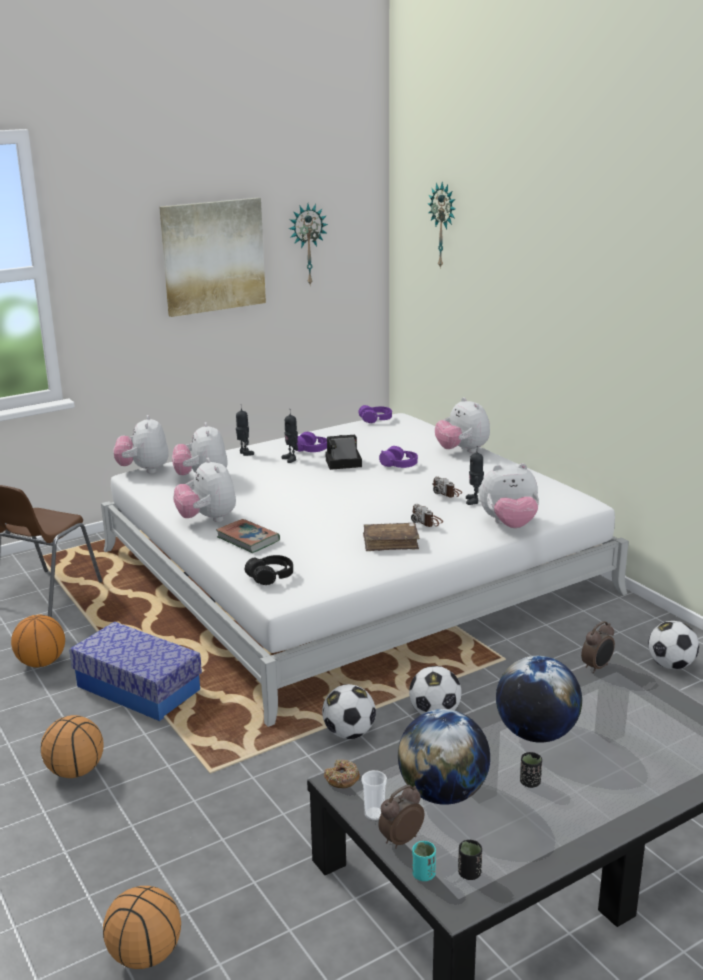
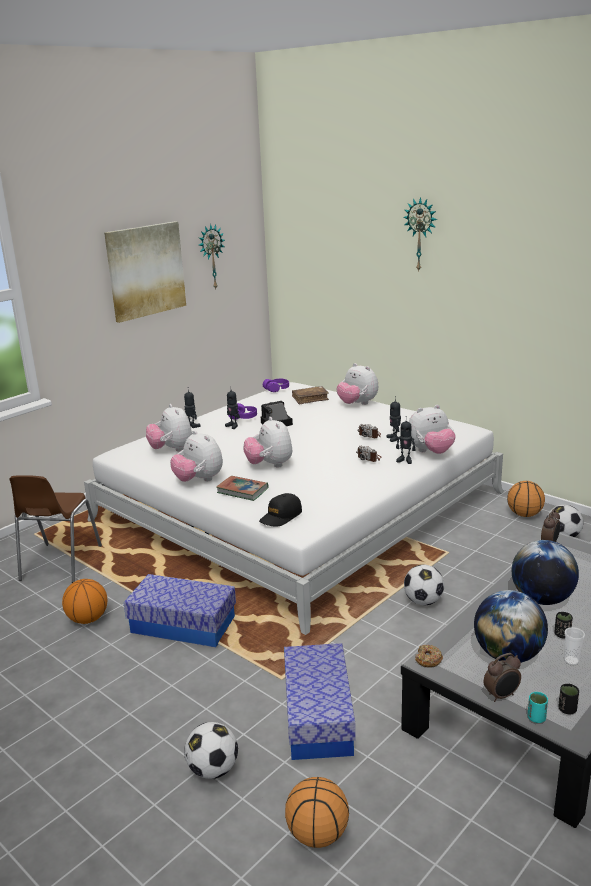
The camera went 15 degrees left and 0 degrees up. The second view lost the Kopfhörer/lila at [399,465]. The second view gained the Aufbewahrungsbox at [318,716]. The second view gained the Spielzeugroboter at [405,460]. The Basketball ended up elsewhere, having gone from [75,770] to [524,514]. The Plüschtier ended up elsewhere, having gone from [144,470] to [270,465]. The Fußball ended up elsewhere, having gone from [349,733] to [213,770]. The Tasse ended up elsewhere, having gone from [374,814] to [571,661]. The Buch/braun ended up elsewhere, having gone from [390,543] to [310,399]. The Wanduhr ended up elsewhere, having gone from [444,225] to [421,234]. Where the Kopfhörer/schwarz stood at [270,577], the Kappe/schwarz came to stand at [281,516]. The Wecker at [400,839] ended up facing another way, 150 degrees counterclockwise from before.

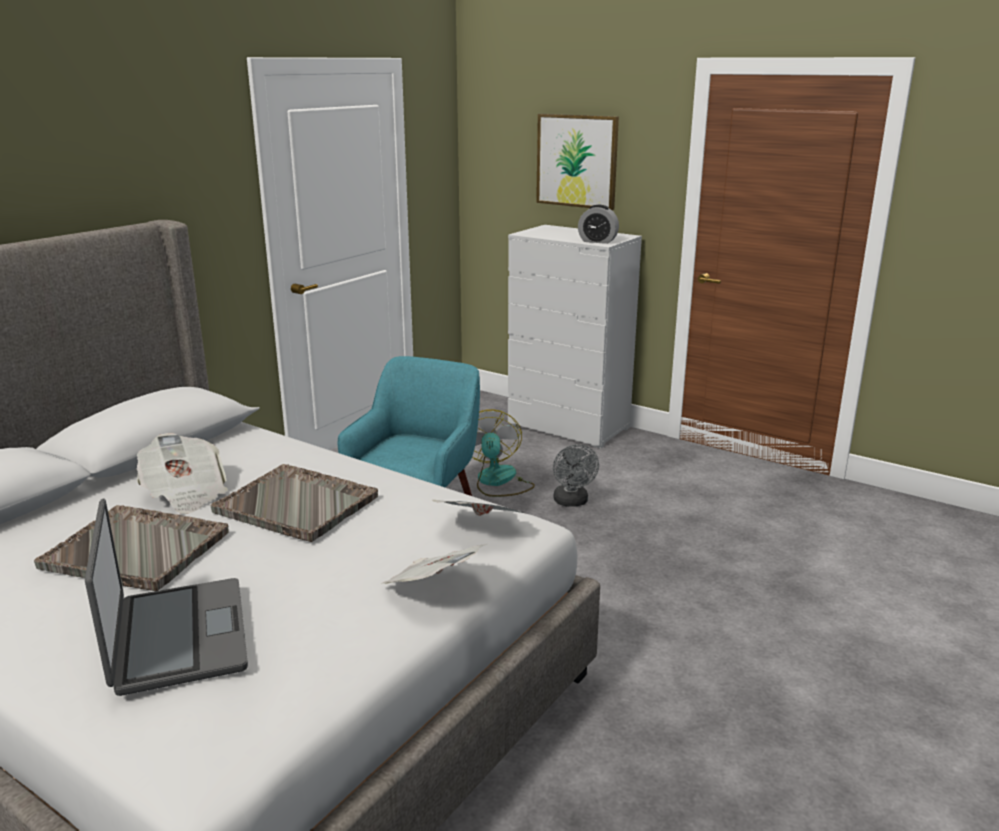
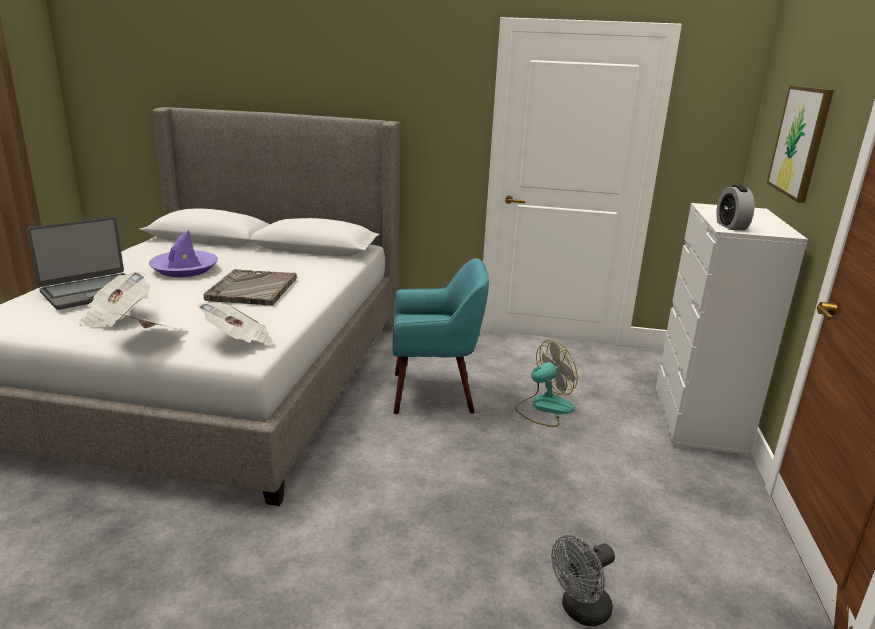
The camera went 65 degrees right and 0 degrees up. The Zeitung ended up elsewhere, having gone from [185,494] to [116,317]. The Ventilator/grau ended up elsewhere, having gone from [572,502] to [580,611]. Where the Tablett/grau stood at [137,550], the Hut/lila came to stand at [184,269].

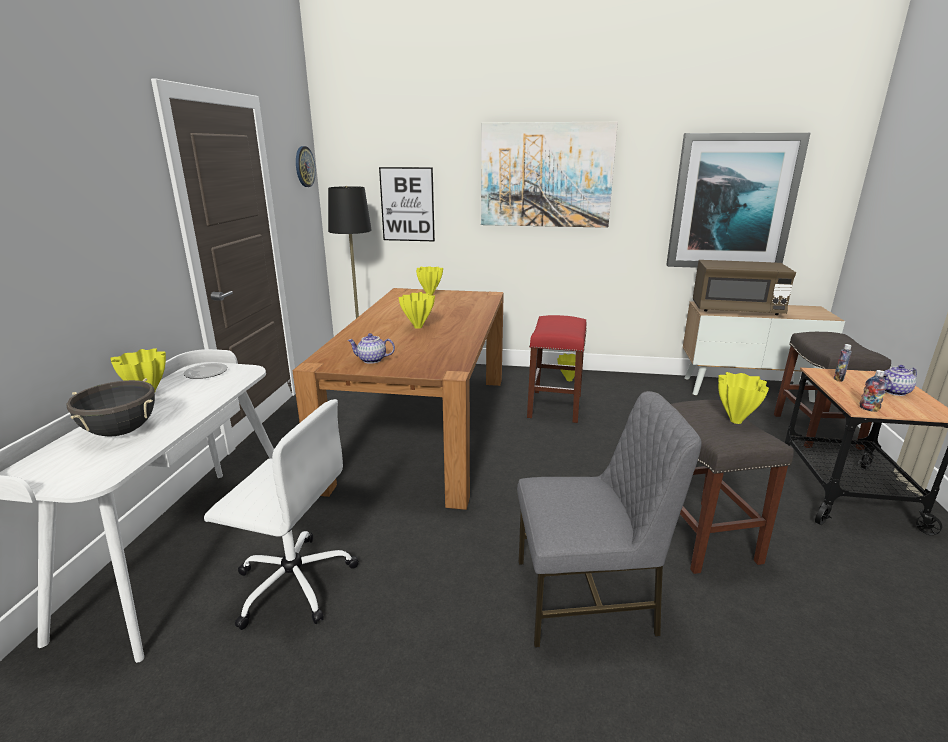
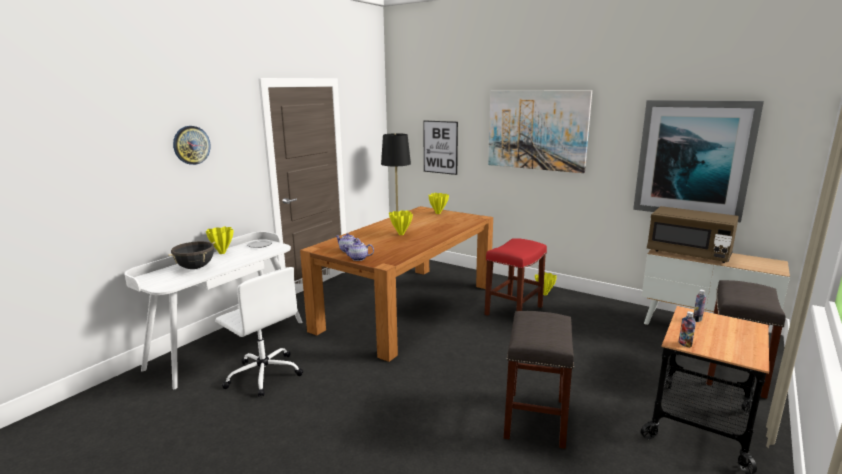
The camera went 25 degrees right and 5 degrees down. The second view lost the Stuhl/grau at [587,598]. The second view lost the Vase/gelb at [735,420]. The Wanduhr ended up elsewhere, having gone from [304,166] to [191,145]. The Teekanne ended up elsewhere, having gone from [894,392] to [358,259].

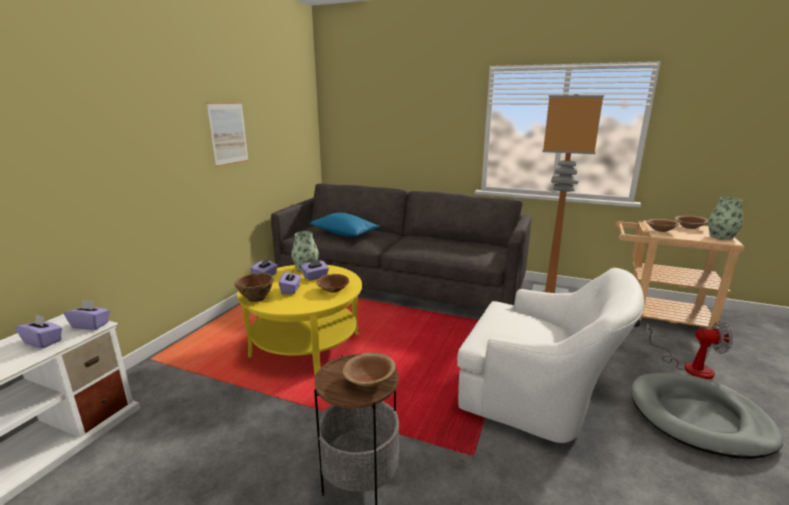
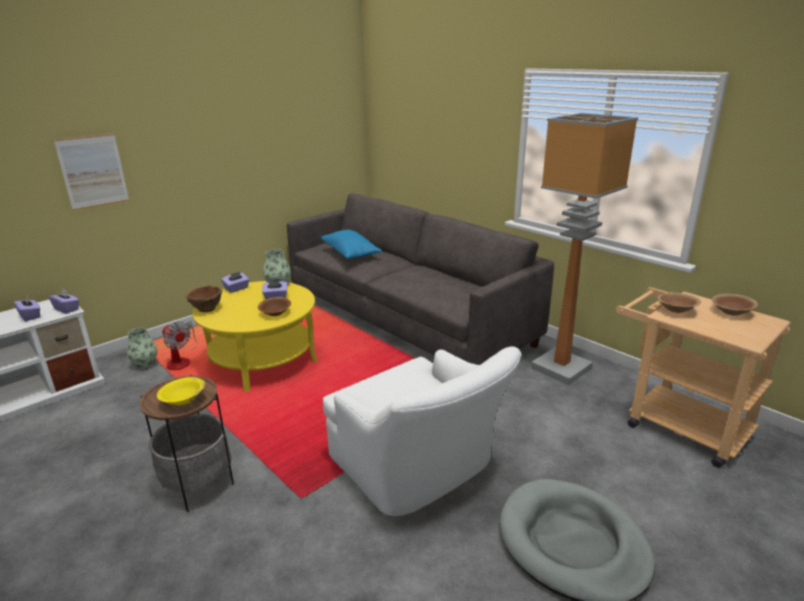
The camera went 25 degrees right and 5 degrees up. The second view lost the Taschentuchbox/lila at [291,290]. The Bild ended up elsewhere, having gone from [228,133] to [93,171]. The Ventilator ended up elsewhere, having gone from [689,366] to [181,360]. The Vase ended up elsewhere, having gone from [721,236] to [145,364]. What was the Schüssel/braun at [369,380] turned into the Schüssel/gelb at [183,400].

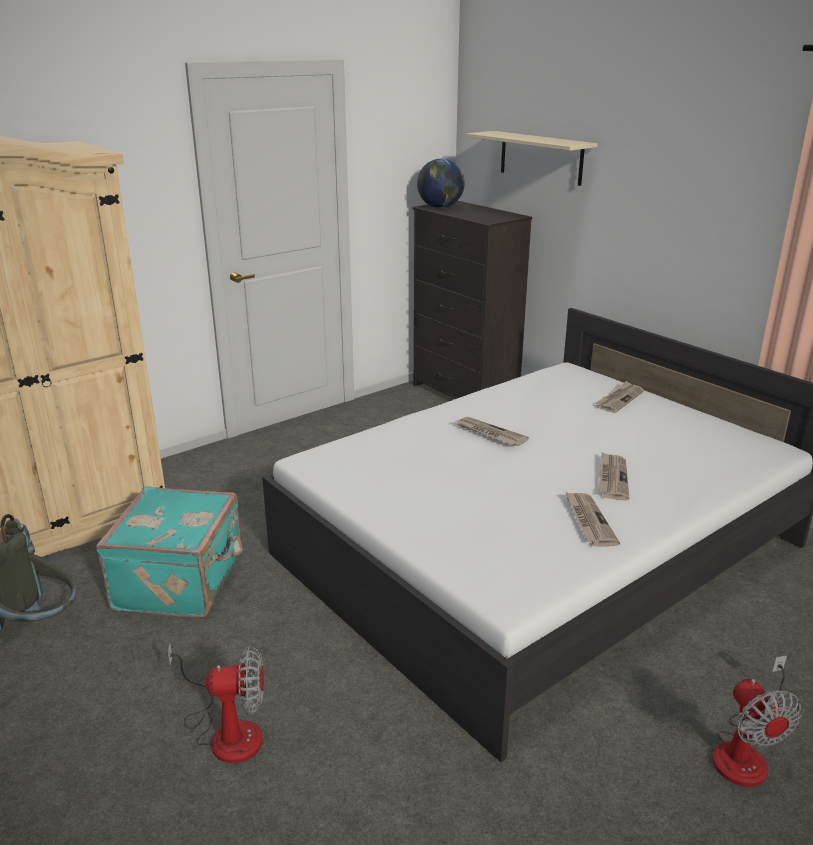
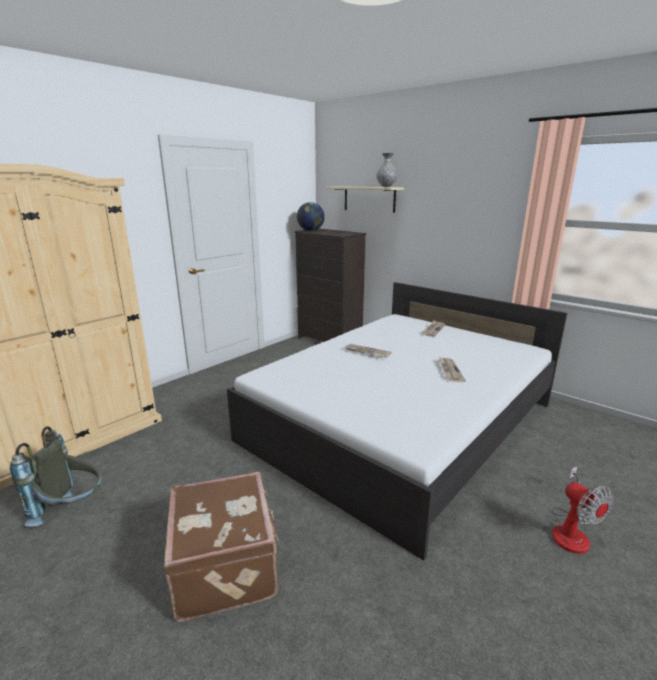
The camera went 10 degrees left and 5 degrees down. The second view lost the Koffer/türkis at [182,581]. The second view lost the Zeitung at [588,521]. The second view gained the Vase/grau at [386,187]. Where the Ventilator stood at [226,731], the Koffer/braun came to stand at [227,566].

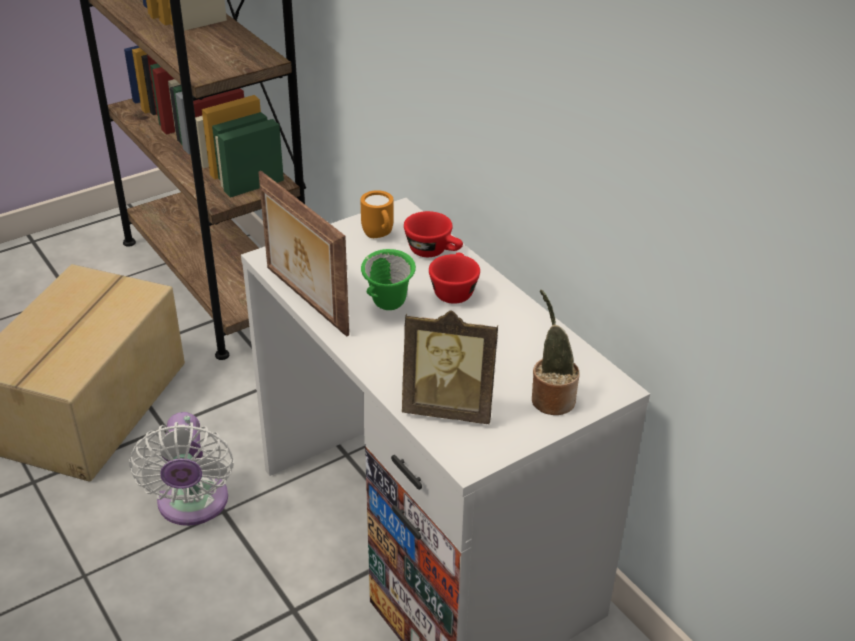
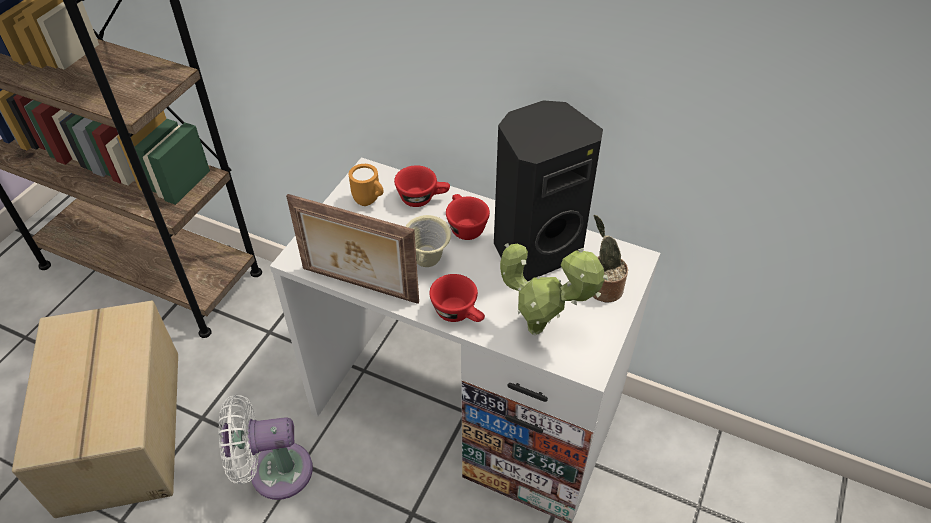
The camera went 30 degrees left and 10 degrees up. The second view gained the Tasse/rot at [459,314]. The second view gained the Lautsprecher/schwarz at [535,249]. Where the Bilderrahmen stood at [449,408], the Topfpflanze came to stand at [541,330]. What was the Henkelbecher/grün at [388,307] turned into the Henkelbecher/beige at [428,263]. The Ventilator/weiß at [192,505] ended up facing another way, 120 degrees clockwise from before.

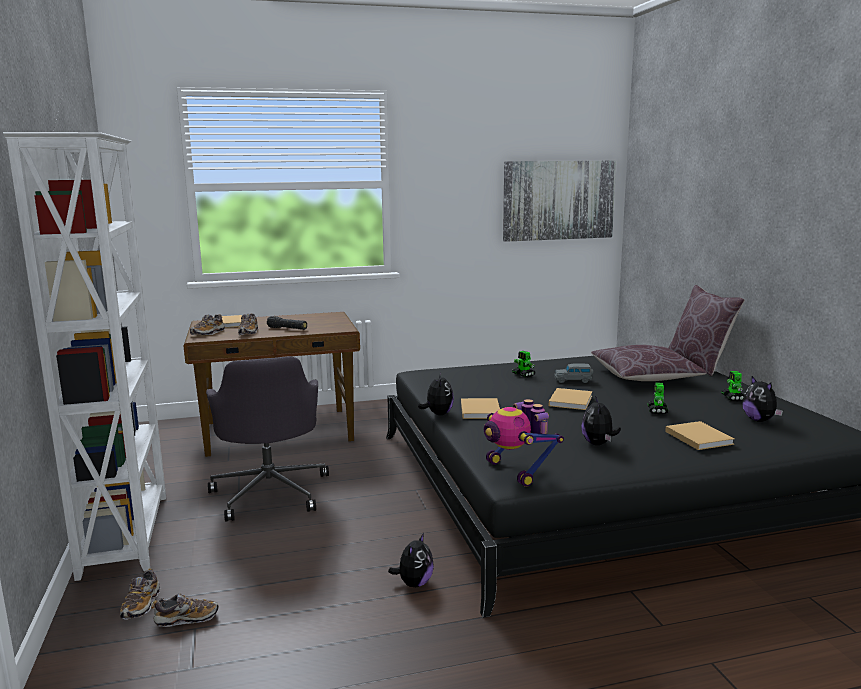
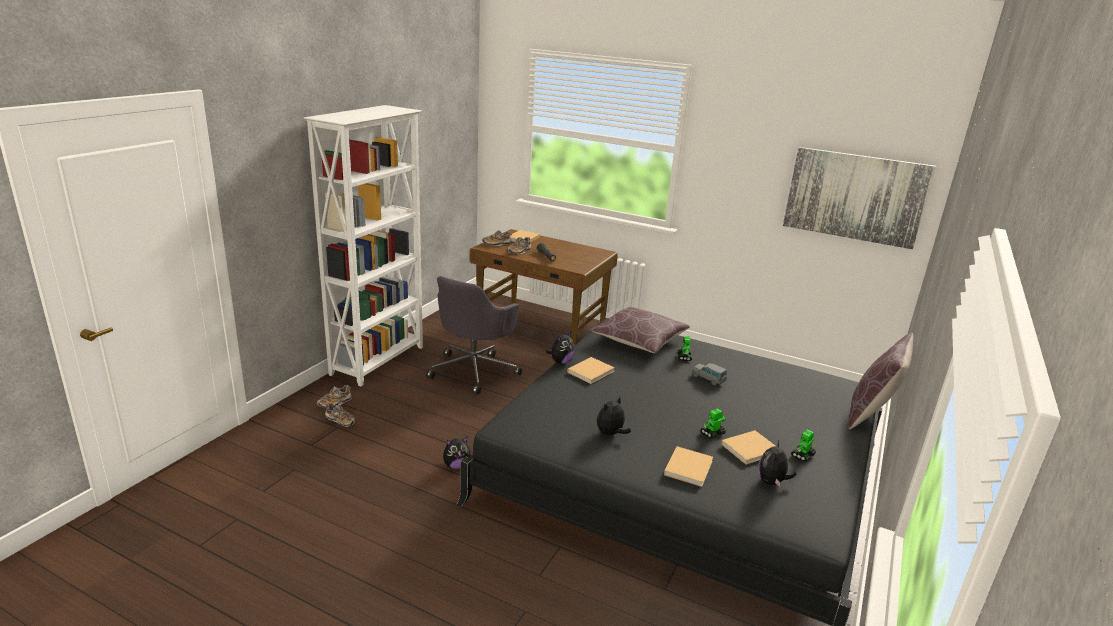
The camera went 40 degrees right and 10 degrees up. The second view lost the Spielzeugroboter at [517,471]. The Buch/beige ended up elsewhere, having gone from [571,400] to [751,448]. The Kissen/braun ended up elsewhere, having gone from [644,377] to [639,340].

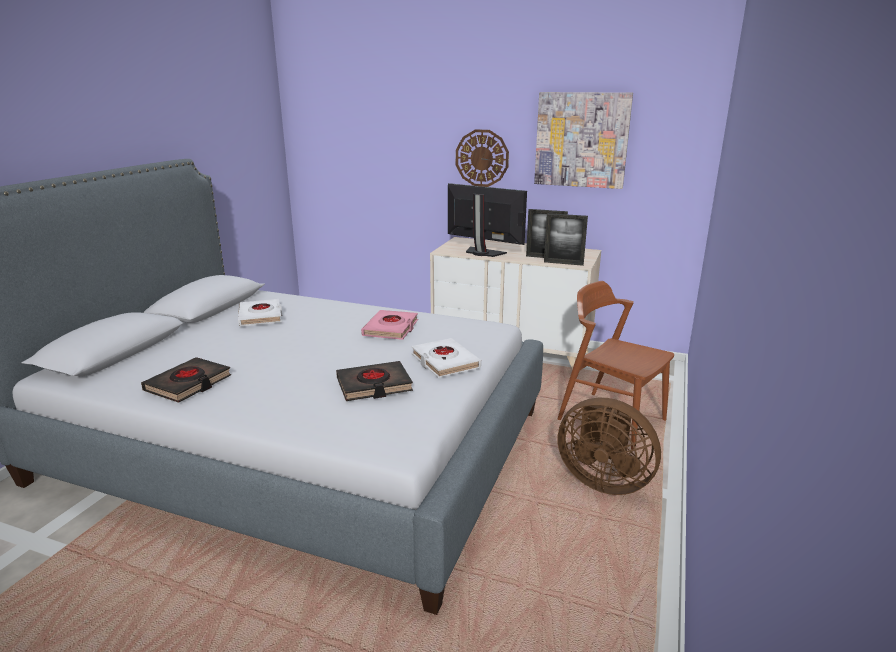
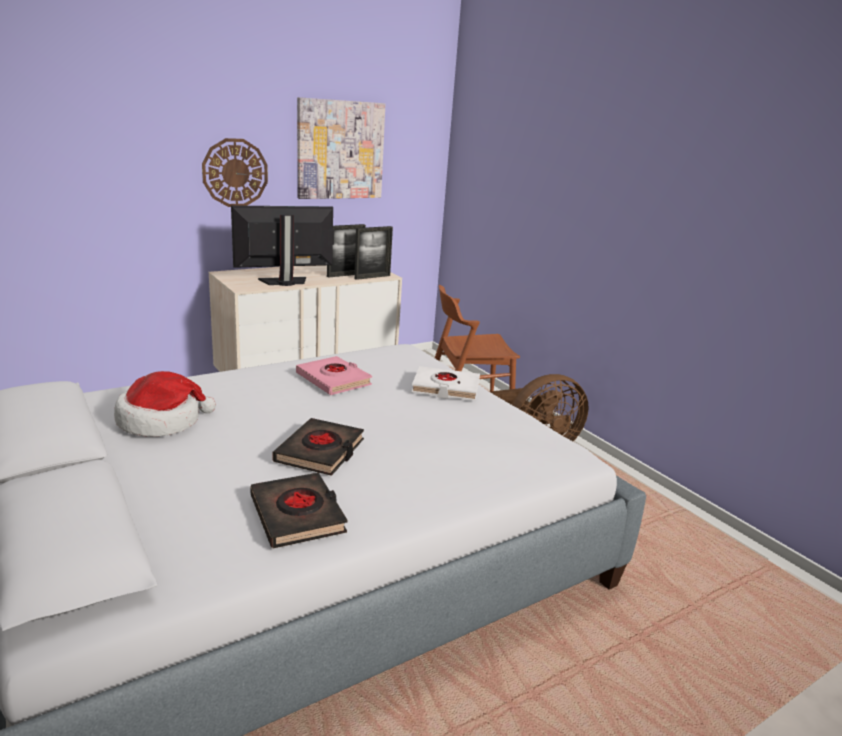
The camera went 55 degrees left and 0 degrees up. The Buch/schwarz ended up elsewhere, having gone from [374,386] to [320,452]. Where the Buch/weiß stood at [261,316], the Hut came to stand at [161,421].

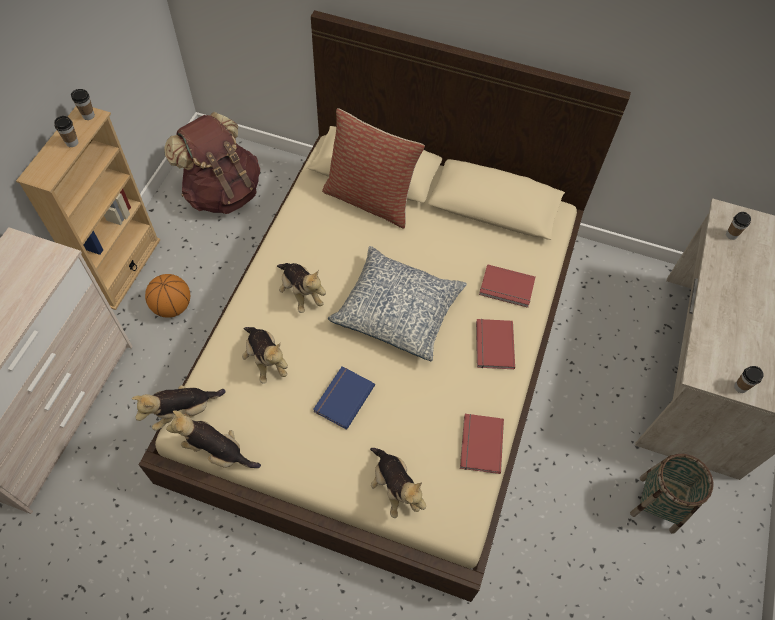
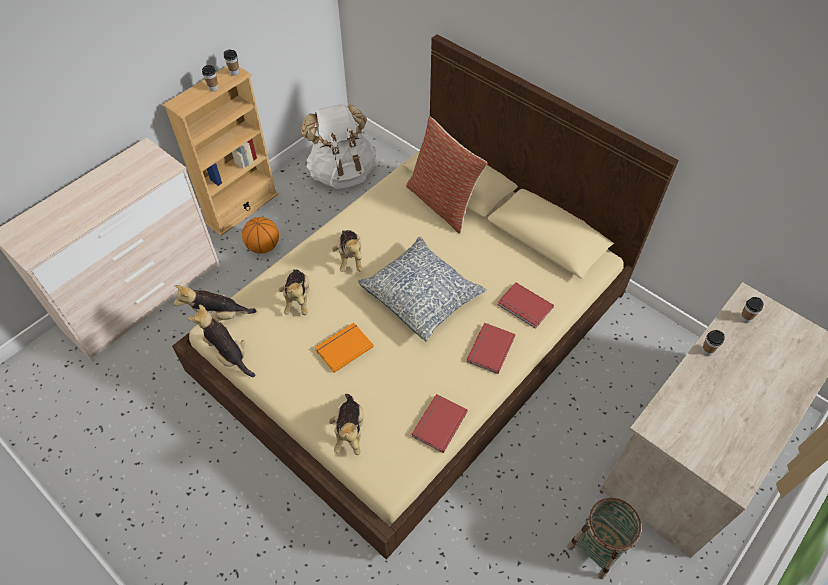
The camera went 25 degrees right and 5 degrees down. The Tasse ended up elsewhere, having gone from [740,387] to [706,351]. What was the Rucksack/braun at [222,192] turned into the Rucksack/weiß at [342,172]. What was the Buch/blau at [342,398] turned into the Buch/orange at [343,347].

